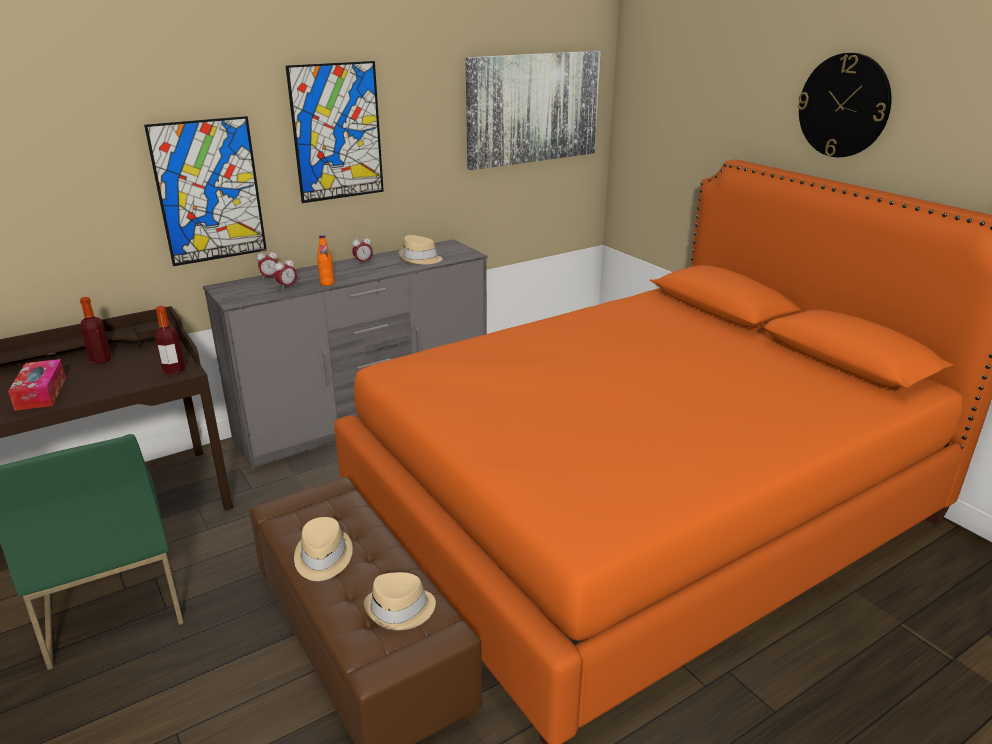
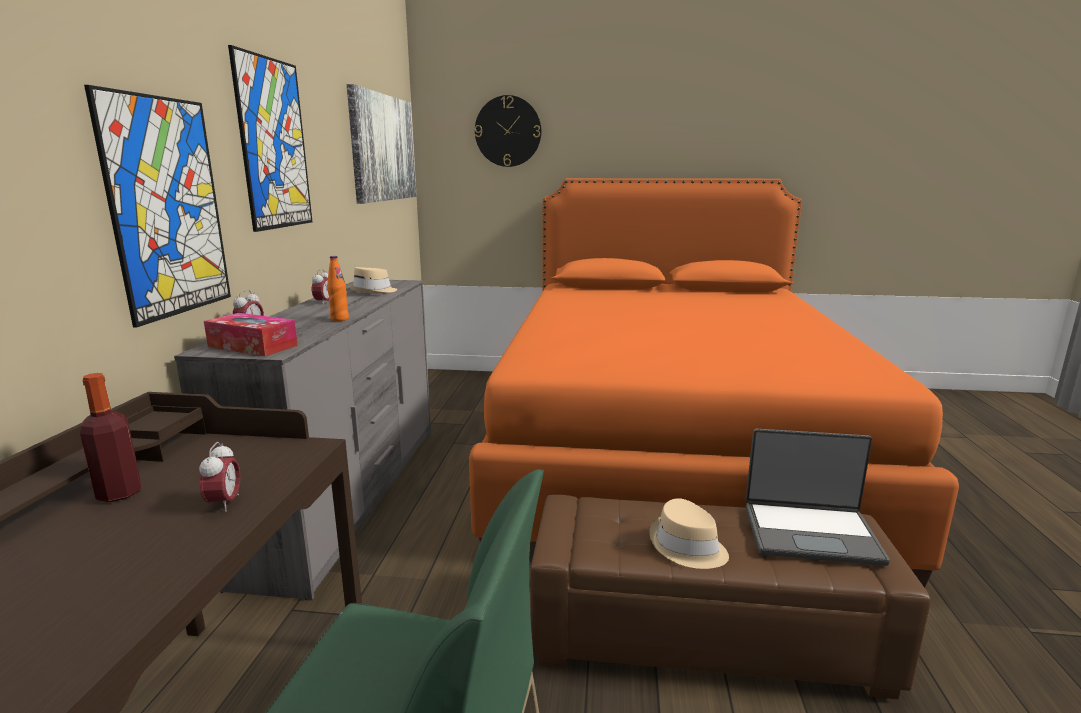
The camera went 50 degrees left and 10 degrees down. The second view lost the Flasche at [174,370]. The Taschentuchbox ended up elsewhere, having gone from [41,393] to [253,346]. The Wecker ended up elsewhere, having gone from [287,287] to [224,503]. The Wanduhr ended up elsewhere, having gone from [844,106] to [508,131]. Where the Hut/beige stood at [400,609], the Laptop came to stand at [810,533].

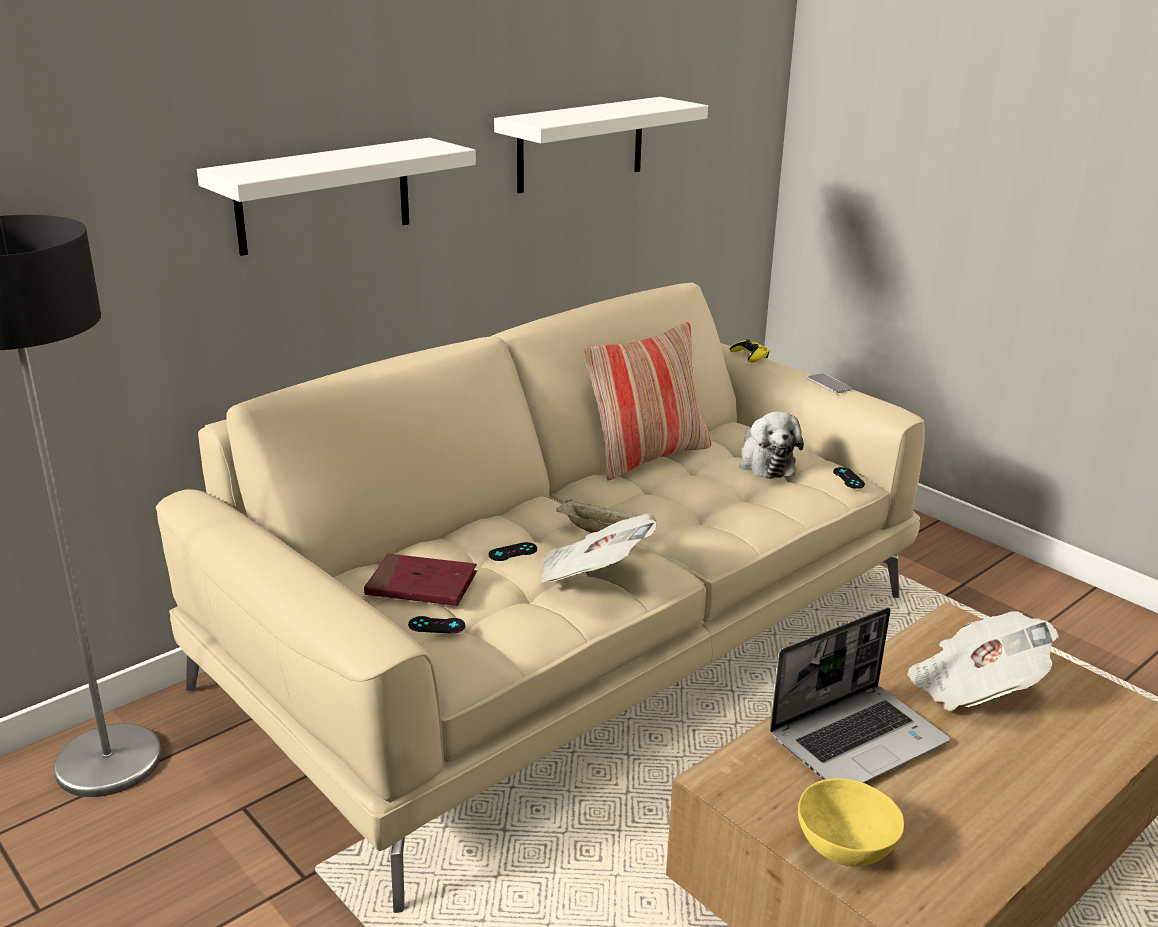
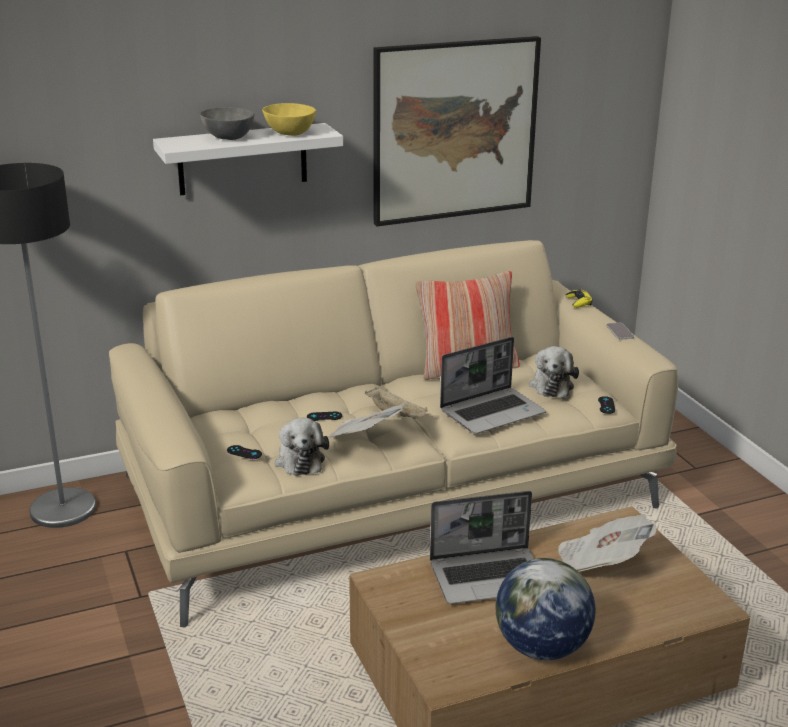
The camera went 20 degrees right and 0 degrees up. The second view lost the Buch/rot at [421,585]. The second view gained the Schüssel/grau at [228,137]. The second view gained the Plüschtier at [299,459]. The second view gained the Laptop at [492,412]. The second view gained the Globus at [541,647]. The Schüssel/gelb ended up elsewhere, having gone from [842,847] to [289,133]. Where the Wandregal/weiß hung at [581,144], the Bild came to hang at [454,130].

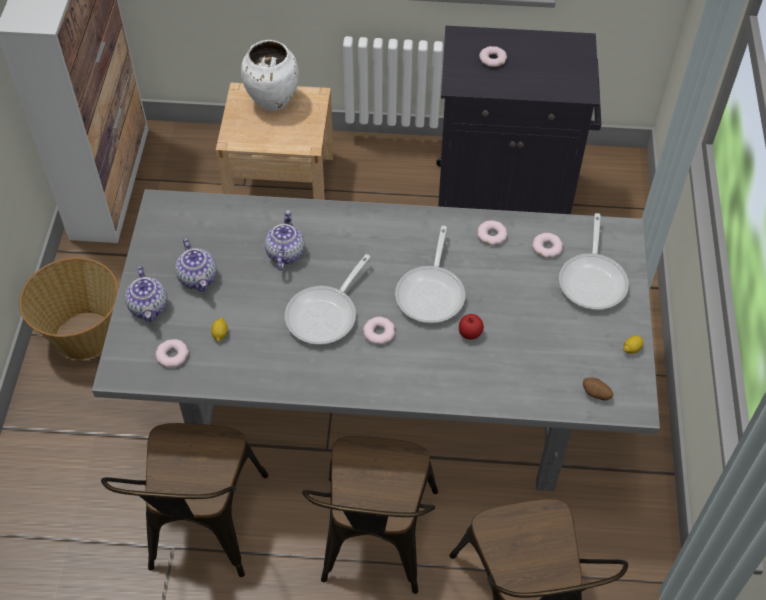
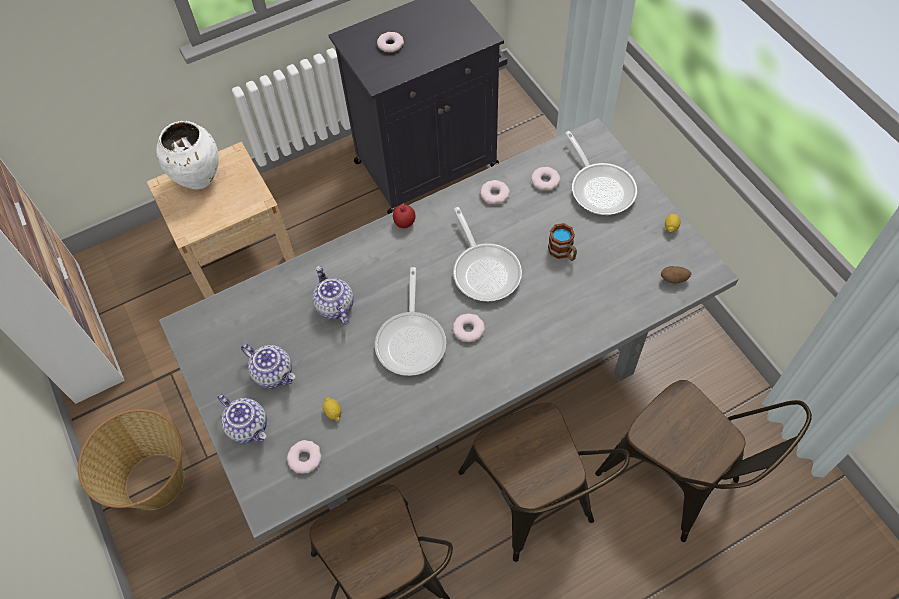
The camera went 30 degrees left and 5 degrees up. The second view gained the Henkelbecher at [563,252]. The Apfel ended up elsewhere, having gone from [470,333] to [404,222].

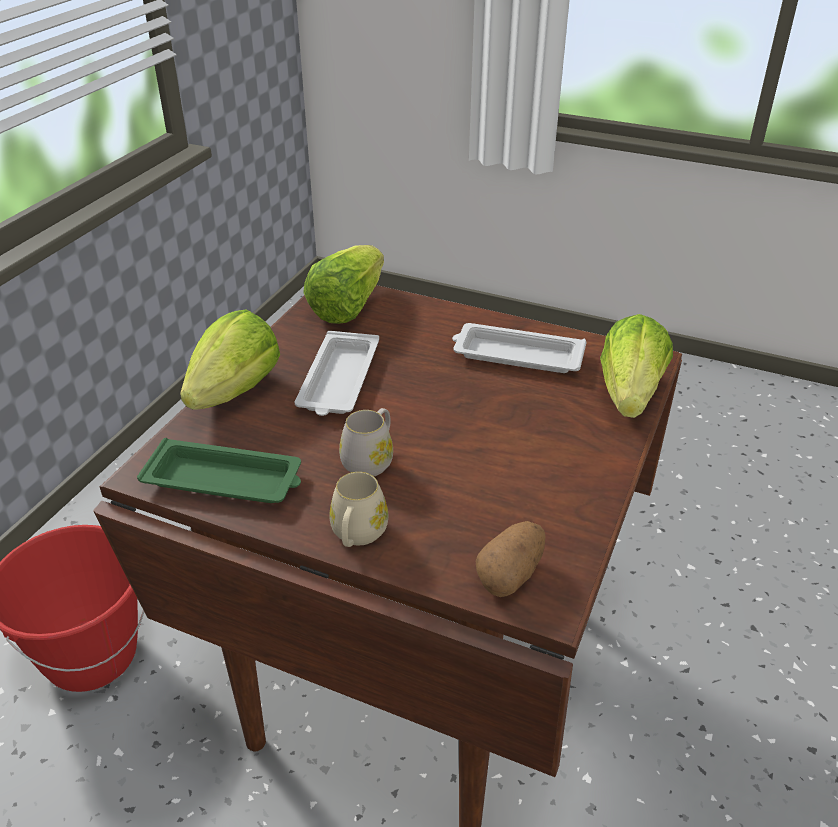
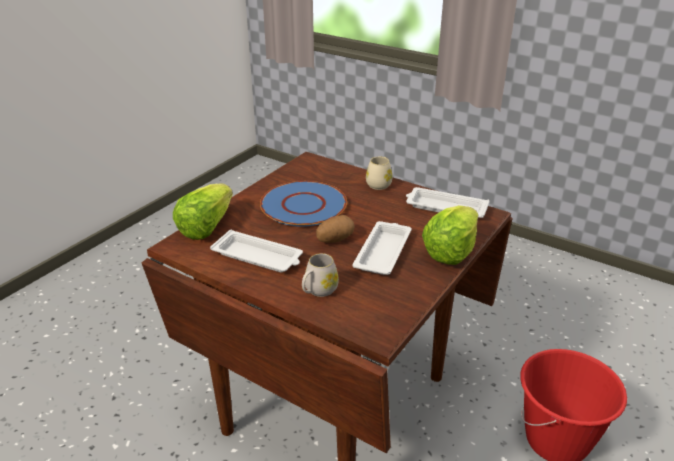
The camera went 170 degrees left and 5 degrees down. The second view lost the Salatkopf at [347,306]. The second view gained the Teller/blau at [304,205]. The Henkelbecher/weiß ended up elsewhere, having gone from [371,460] to [318,291]. The Kartoffel ended up elsewhere, having gone from [511,574] to [335,239]. What was the Tablett/grün at [225,480] turned into the Tablett/weiß at [445,207].

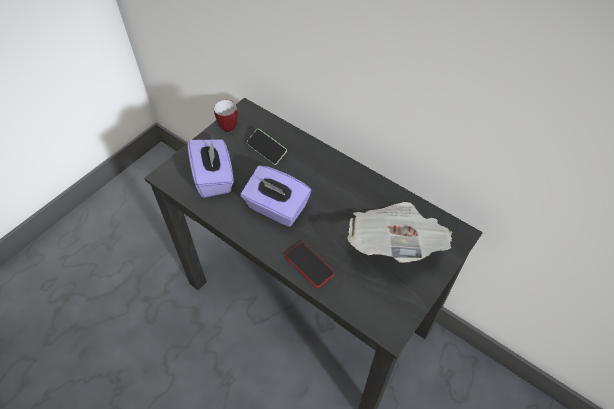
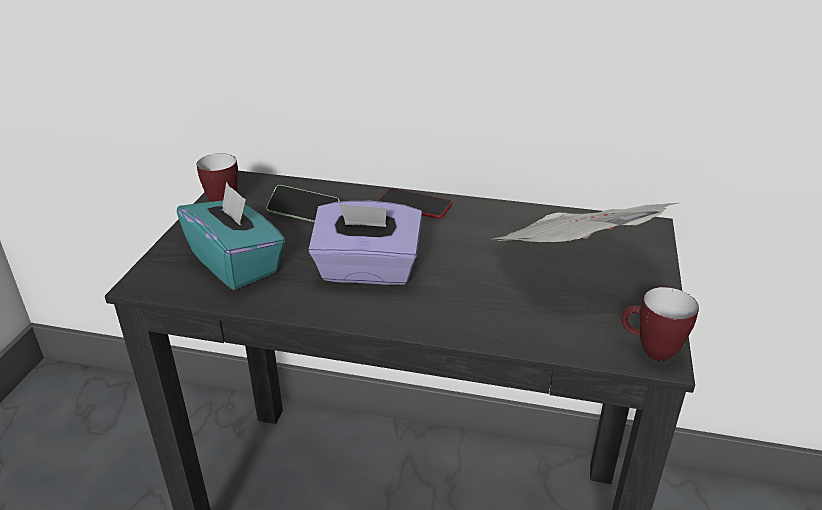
The camera went 25 degrees left and 20 degrees down. The second view gained the Henkelbecher at [650,351]. The Handy ended up elsewhere, having gone from [309,265] to [414,205]. What was the Taschentuchbox/lila at [214,178] turned into the Taschentuchbox/türkis at [236,263].

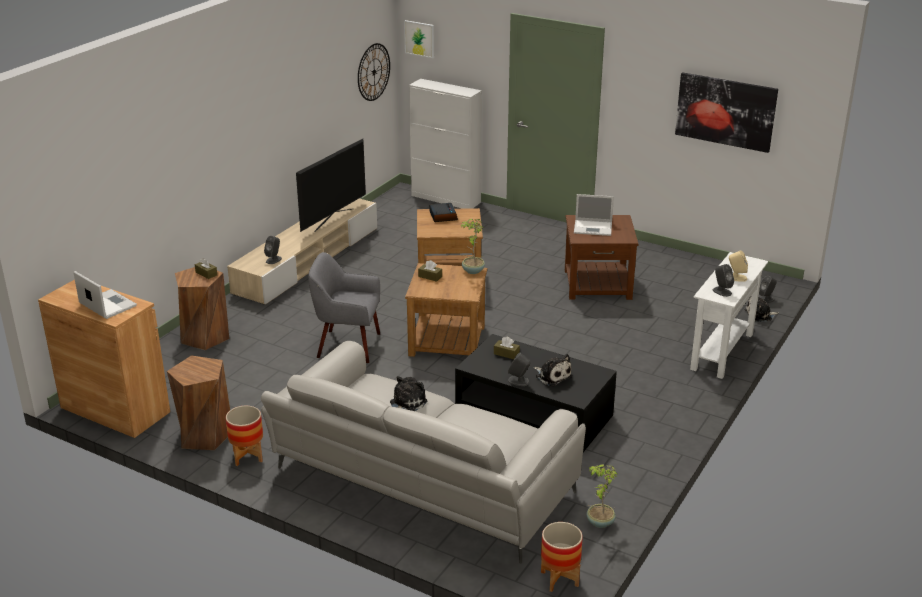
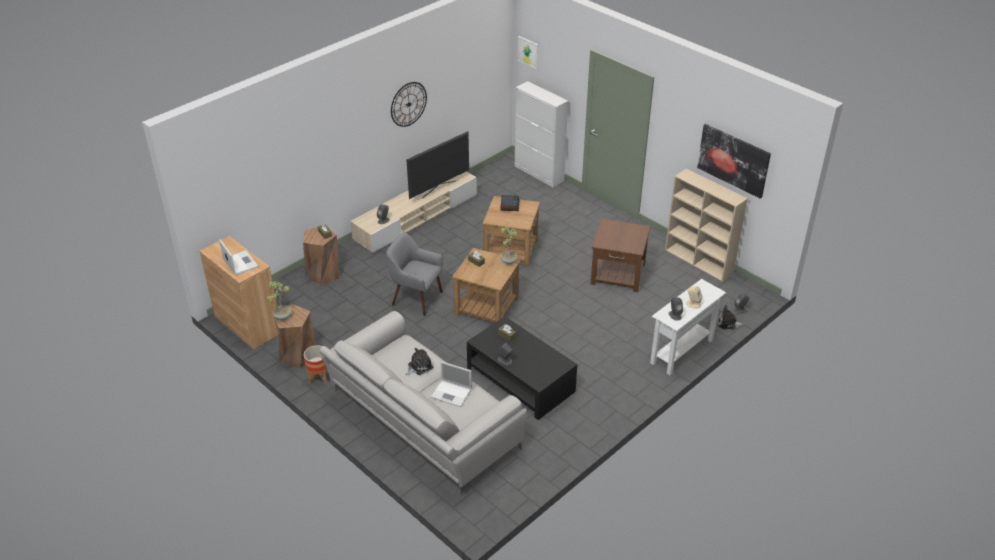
The camera went 15 degrees right and 10 degrees up. The second view lost the Plüschtier at [552,376]. The second view lost the Pflanzkübel at [559,579]. The second view gained the Bücherregal/beige at [699,261]. The Wanduhr ended up elsewhere, having gone from [373,72] to [408,104]. The Laptop ended up elsewhere, having gone from [593,228] to [452,393]. The Topfpflanze ended up elsewhere, having gone from [599,522] to [282,316].

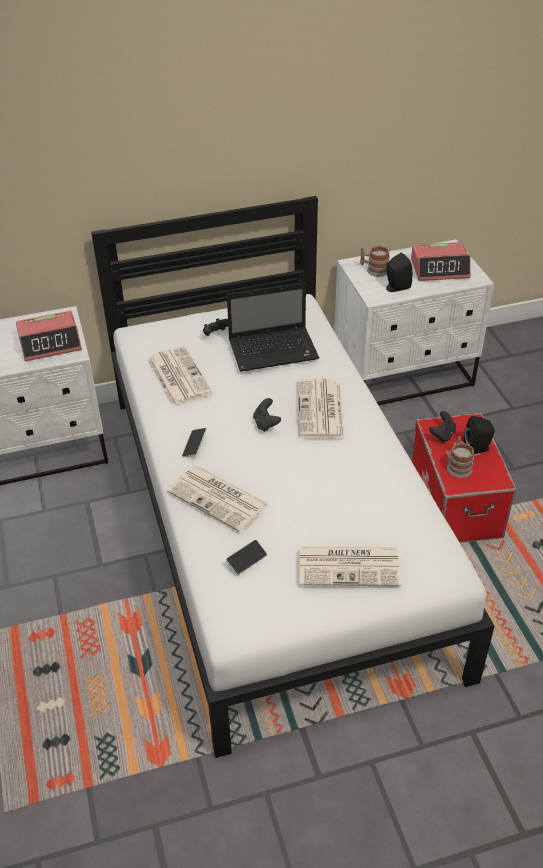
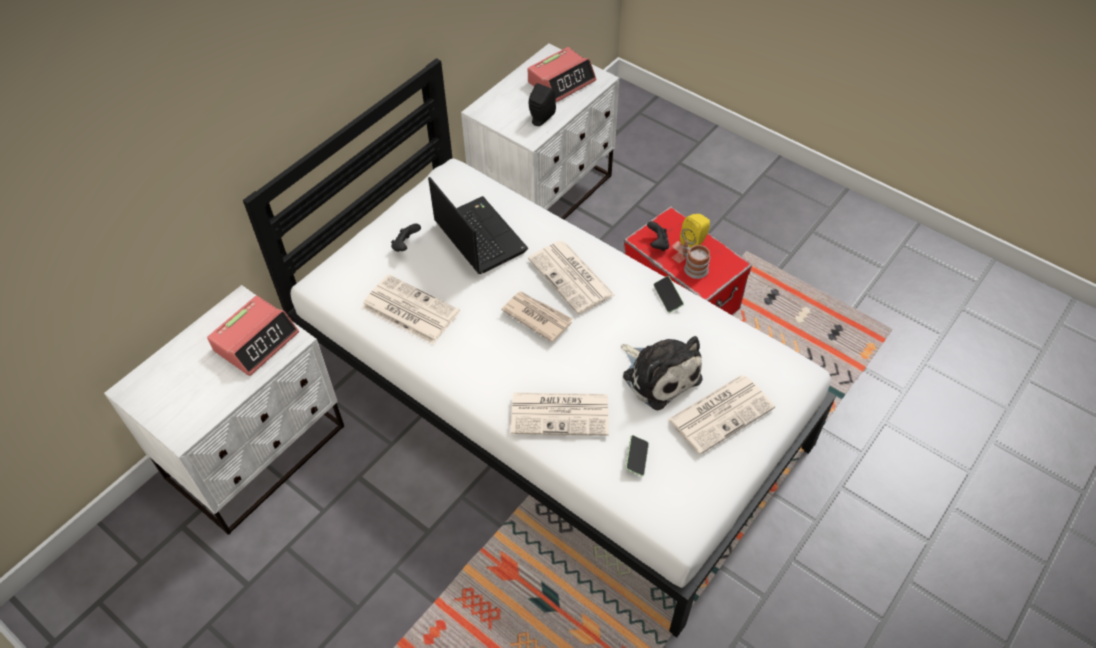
The camera went 35 degrees left and 10 degrees up. The second view lost the Henkelbecher at [374,270]. The second view gained the Plüschtier at [659,374]. The Handy ended up elsewhere, having gone from [194,446] to [668,297]. Where the Gamepad/schwarz stood at [266,424], the Zeitung came to stand at [537,316]. What was the Lautsprecher/schwarz at [478,448] turned into the Lautsprecher/gelb at [694,242]. The Laptop at [275,350] ended up facing another way, 75 degrees counterclockwise from before.

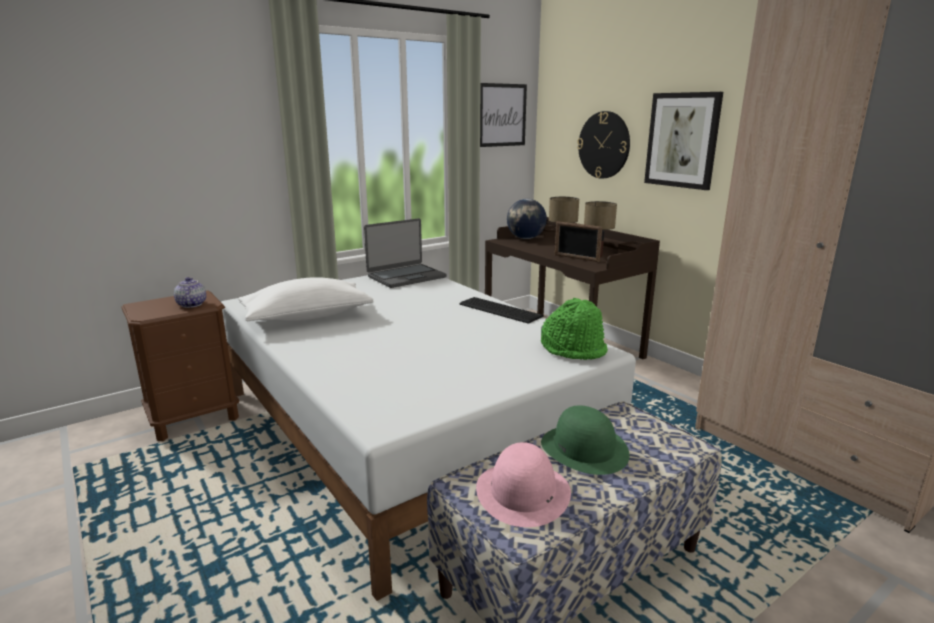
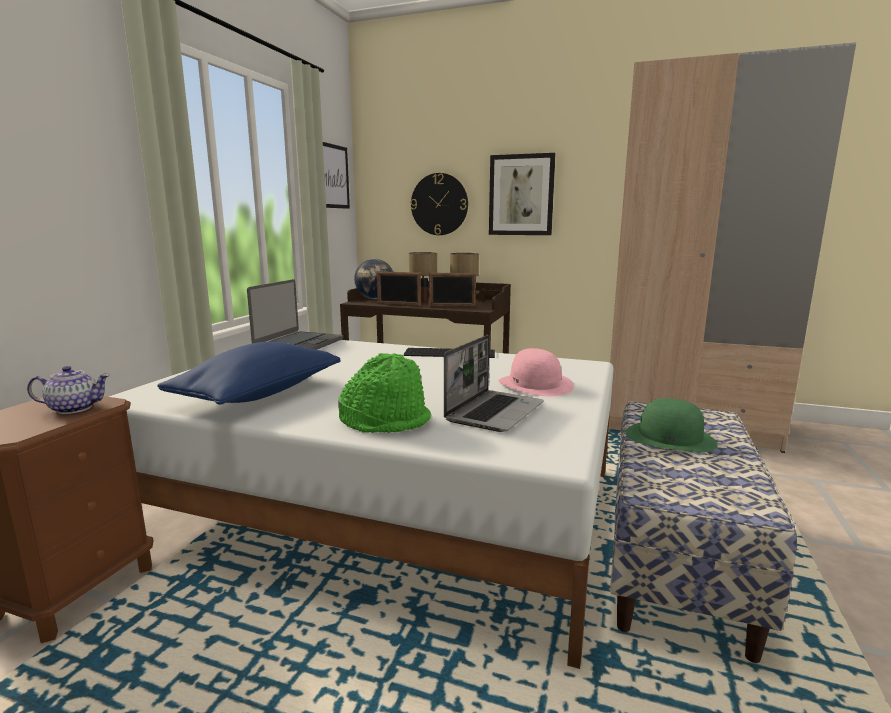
The camera went 35 degrees left and 5 degrees down. The second view gained the Bilderrahmen at [398,304]. The second view gained the Laptop at [494,412]. The Hut/rosa ended up elsewhere, having gone from [523,492] to [535,384]. The Hut/grün ended up elsewhere, having gone from [573,349] to [386,421]. What was the Kissen/weiß at [307,317] turned into the Kissen/blau at [259,394]. The Teekanne at [191,304] ended up facing another way, 135 degrees clockwise from before.

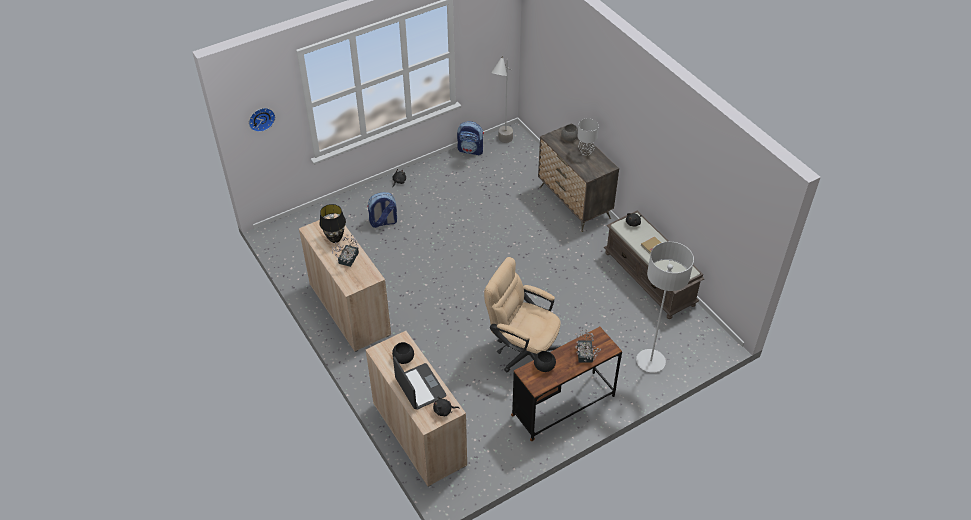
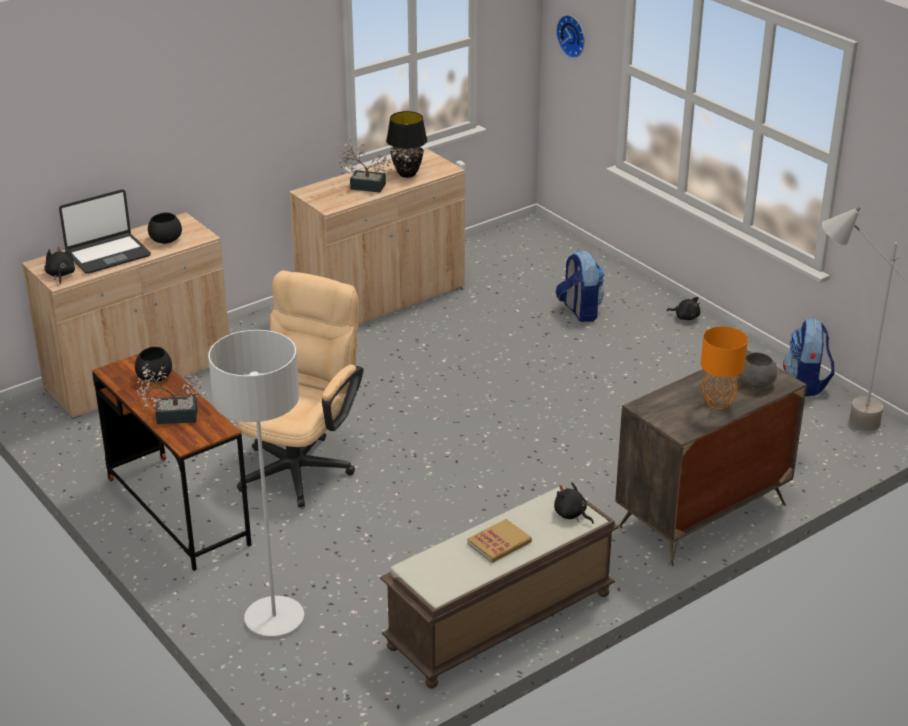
The camera went 85 degrees right and 15 degrees down. What was the Tischlampe/grau at [586,152] turned into the Tischlampe/orange at [718,403].

